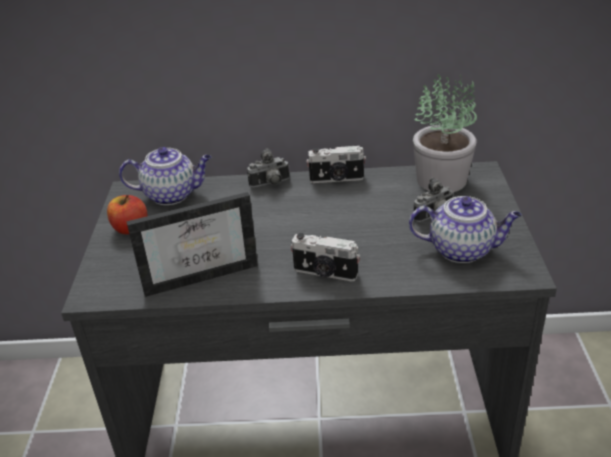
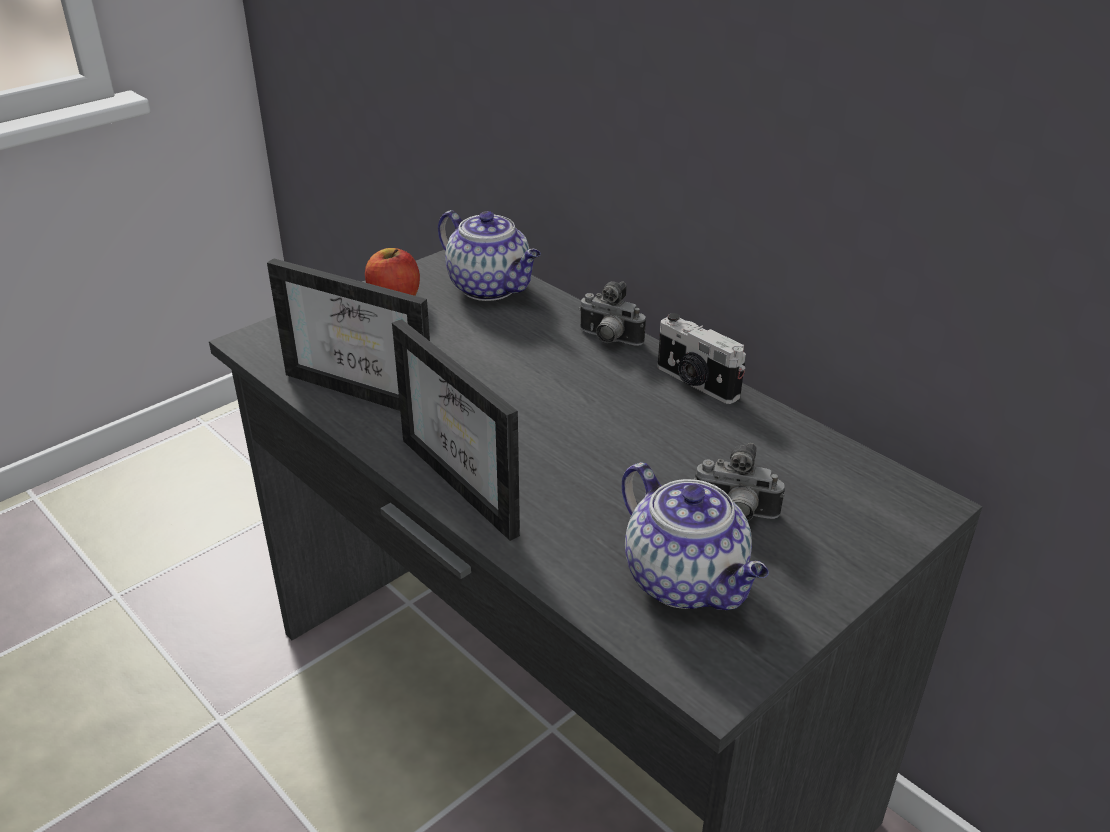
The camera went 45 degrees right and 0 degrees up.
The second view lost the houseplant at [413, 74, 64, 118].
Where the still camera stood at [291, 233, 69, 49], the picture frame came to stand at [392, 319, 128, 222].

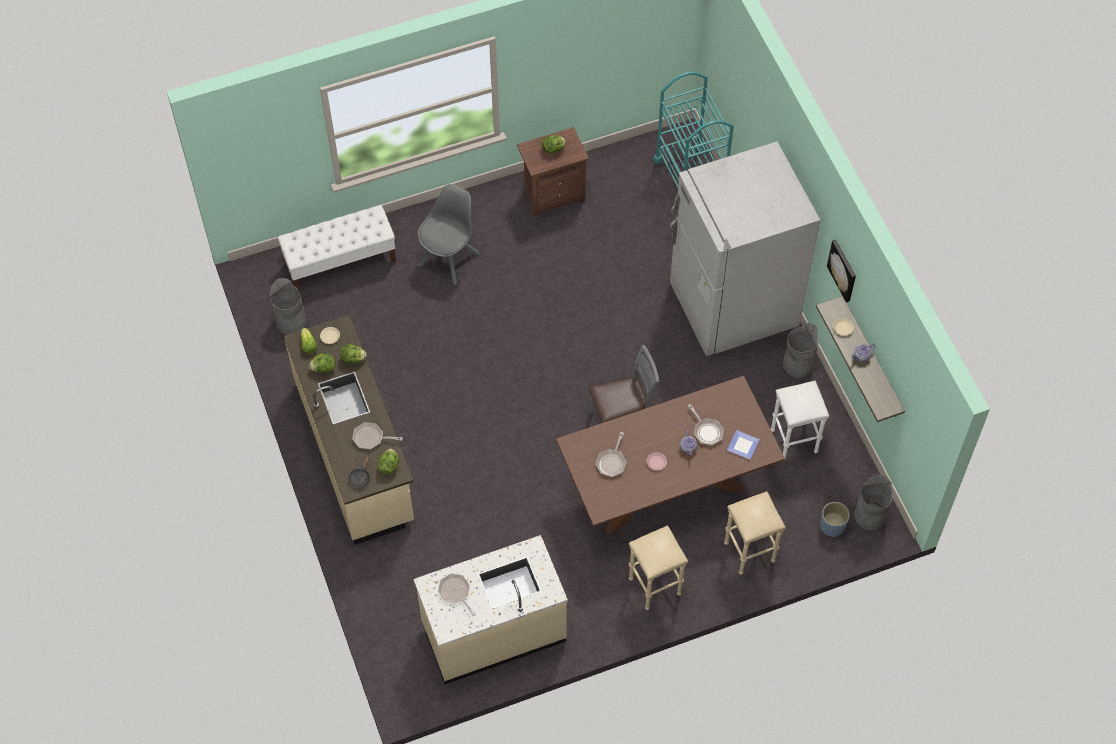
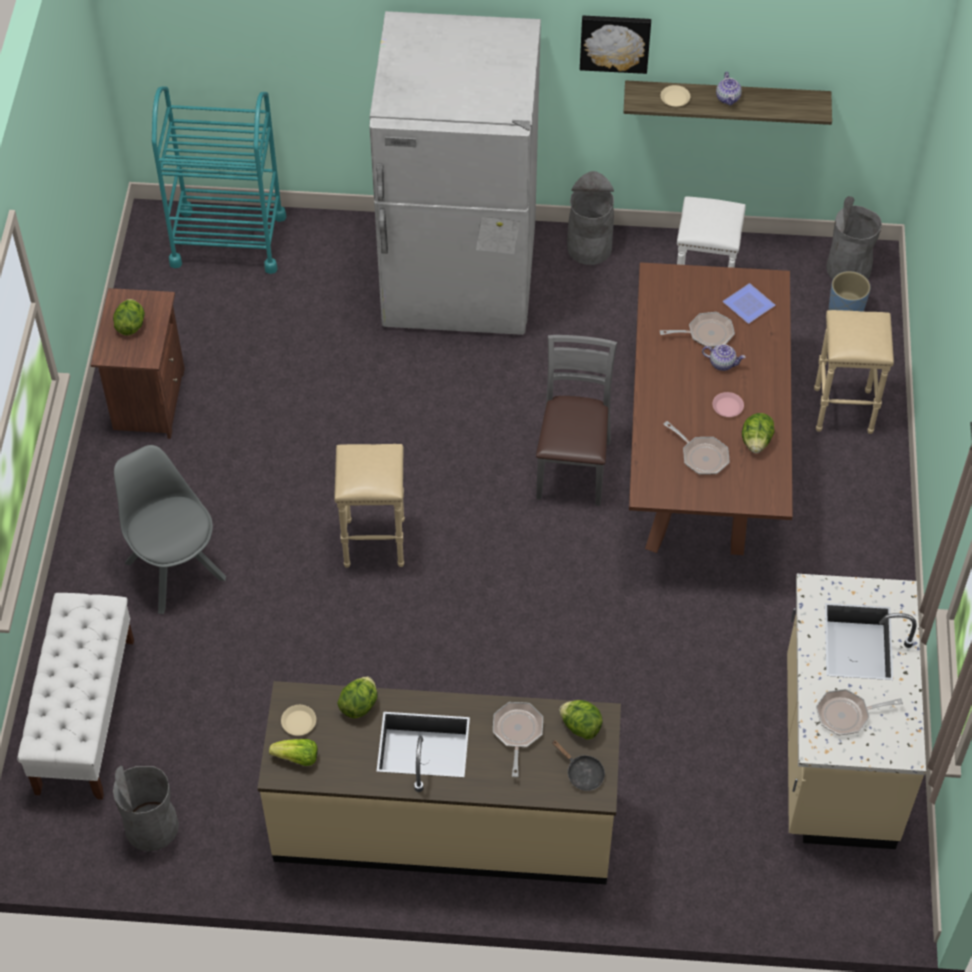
The camera went 65 degrees left and 5 degrees down.
The head of lettuce ended up elsewhere, having gone from [309, 353, 27, 19] to [742, 413, 33, 40].
The beige sitting stool ended up elsewhere, having gone from [629, 526, 59, 84] to [334, 444, 71, 124].
The pan at [352, 422, 51, 27] ended up facing another way, 150 degrees clockwise from before.

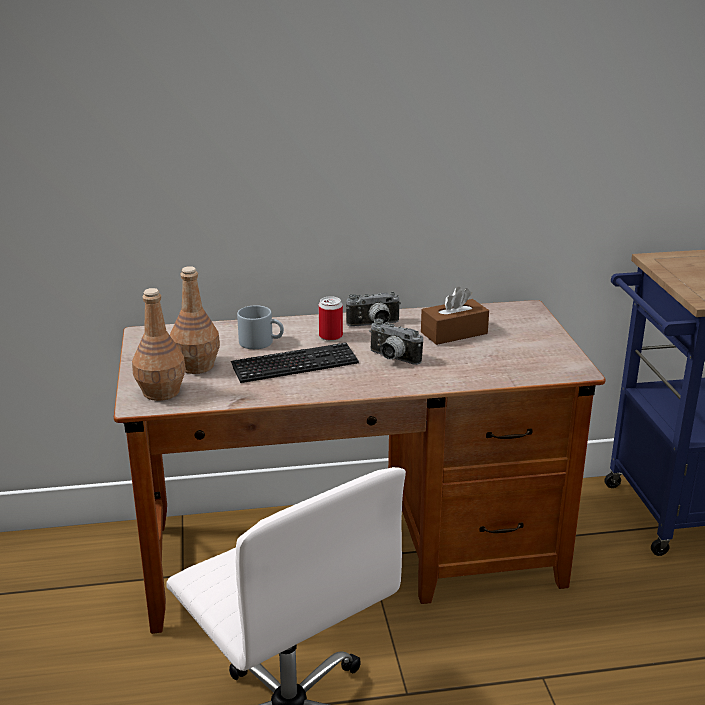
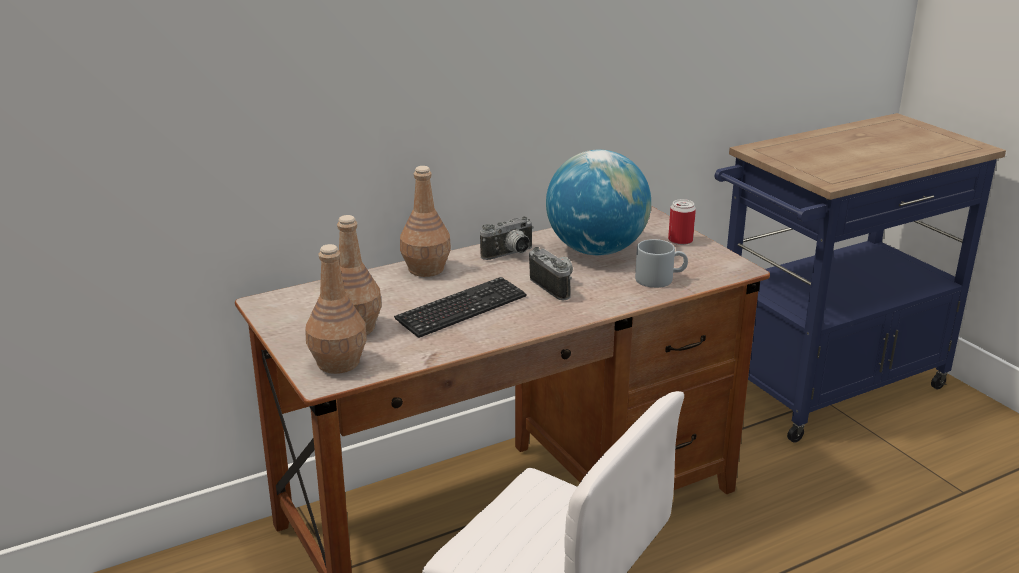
The camera went 20 degrees left and 0 degrees up.
The second view gained the brown-coloured drink bottle at [400, 166, 51, 111].
The greyish tea mug ended up elsewhere, having gone from [237, 305, 47, 44] to [635, 239, 53, 49].
The can ended up elsewhere, having gone from [318, 296, 25, 45] to [668, 199, 28, 46].
Where the brown-coloured tissue holder stood at [421, 287, 68, 58], the desk globe came to stand at [546, 150, 105, 105].
The still camera at [369, 319, 54, 46] ended up facing another way, 135 degrees counterclockwise from before.

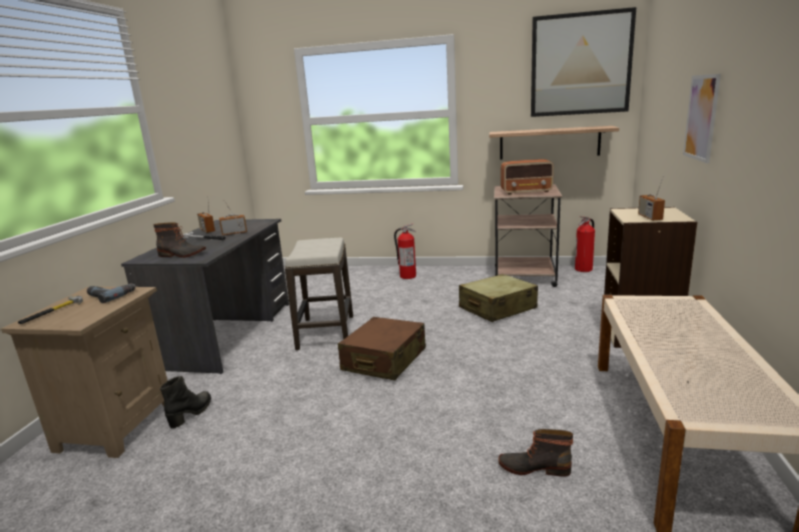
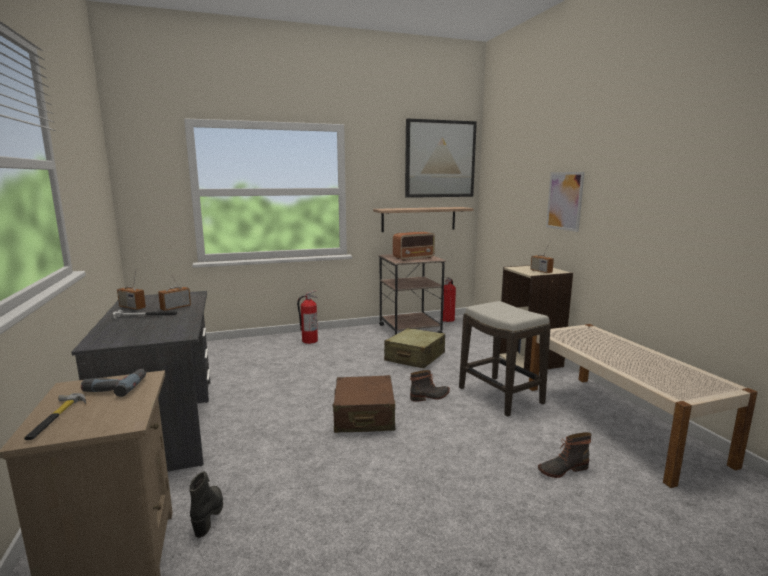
The camera went 30 degrees left and 5 degrees down.
The boot ended up elsewhere, having gone from [153, 222, 53, 36] to [410, 370, 40, 32].
The sitting stool ended up elsewhere, having gone from [285, 238, 68, 112] to [459, 301, 92, 116].

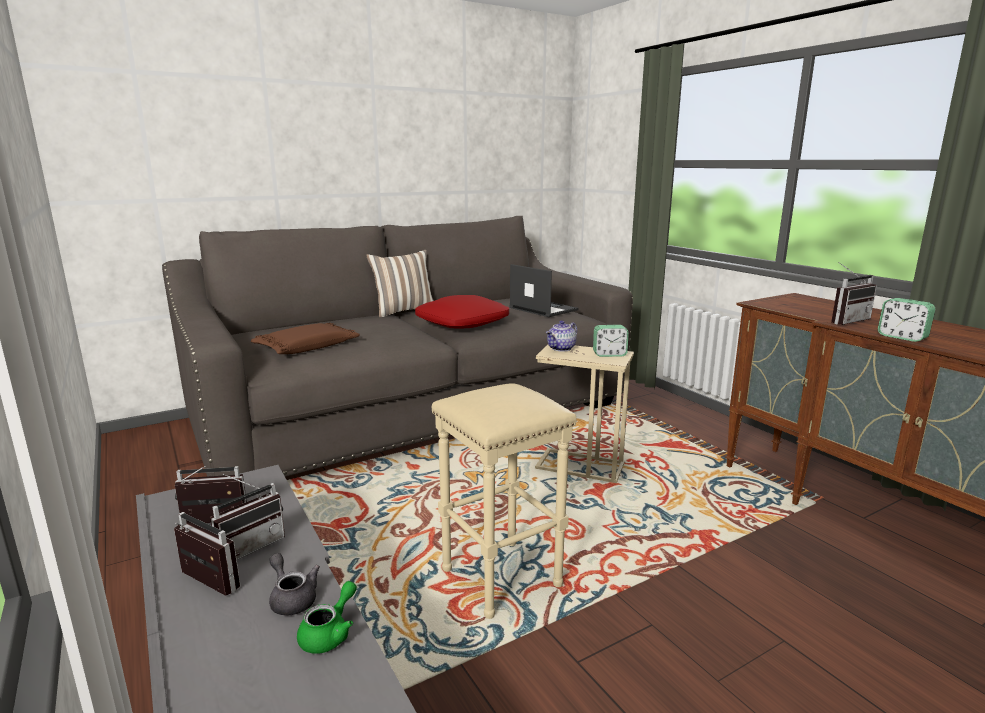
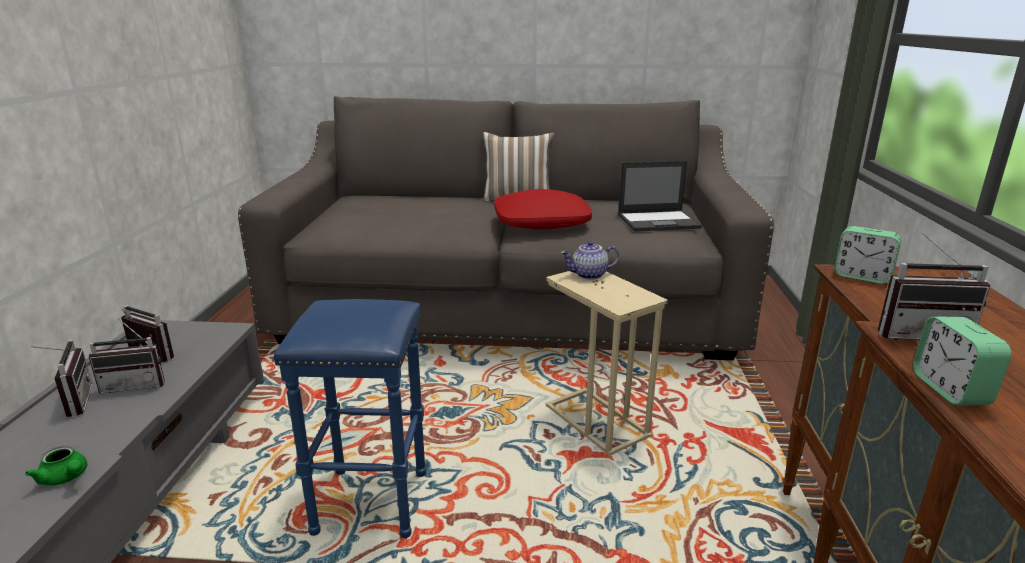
The camera went 35 degrees right and 5 degrees up.
The second view lost the brown-coloured throw pillow at [251, 323, 109, 31].
The second view lost the greyish tea pot at [269, 553, 51, 63].
The table clock ended up elsewhere, having gone from [593, 325, 36, 32] to [834, 226, 68, 58].
What was the beige sitting stool at [432, 383, 145, 236] turned into the bluish sitting stool at [274, 299, 152, 239].
The greenish tea pot at [297, 581, 60, 73] ended up facing another way, 60 degrees clockwise from before.
The notebook computer at [509, 264, 69, 53] ended up facing another way, 90 degrees clockwise from before.

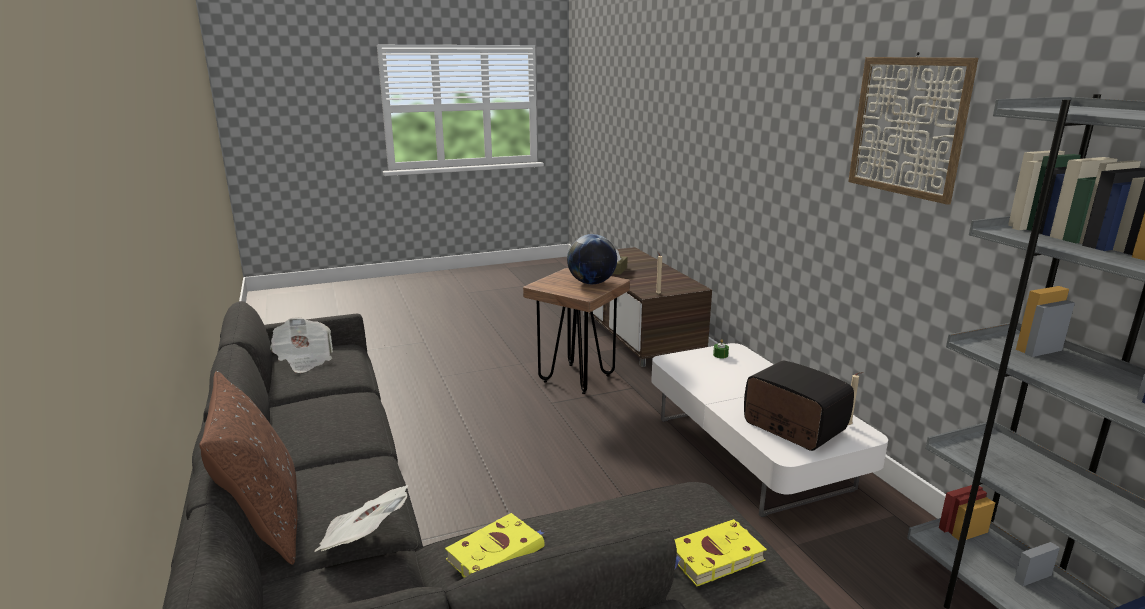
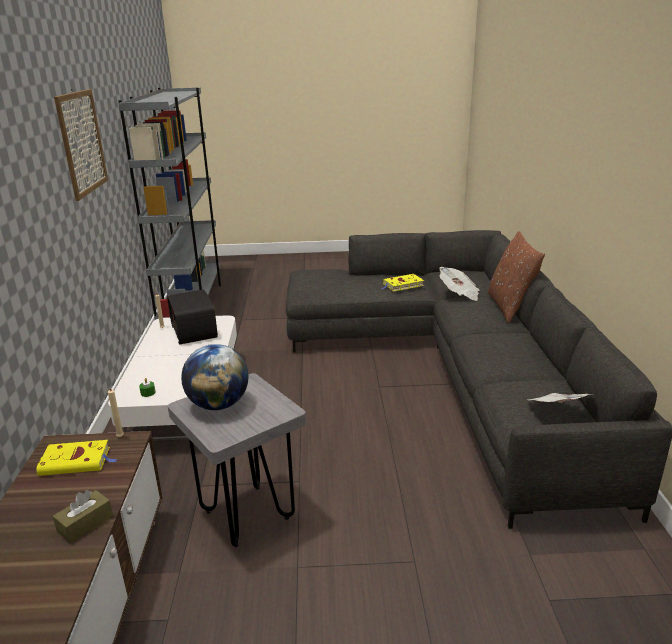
The camera went 160 degrees left and 5 degrees up.
The yellowish bound book ended up elsewhere, having gone from [674, 519, 93, 67] to [36, 440, 81, 36].
What was the brown-coloured sitting stool at [523, 268, 107, 126] turned into the greyish sitting stool at [168, 373, 138, 174].

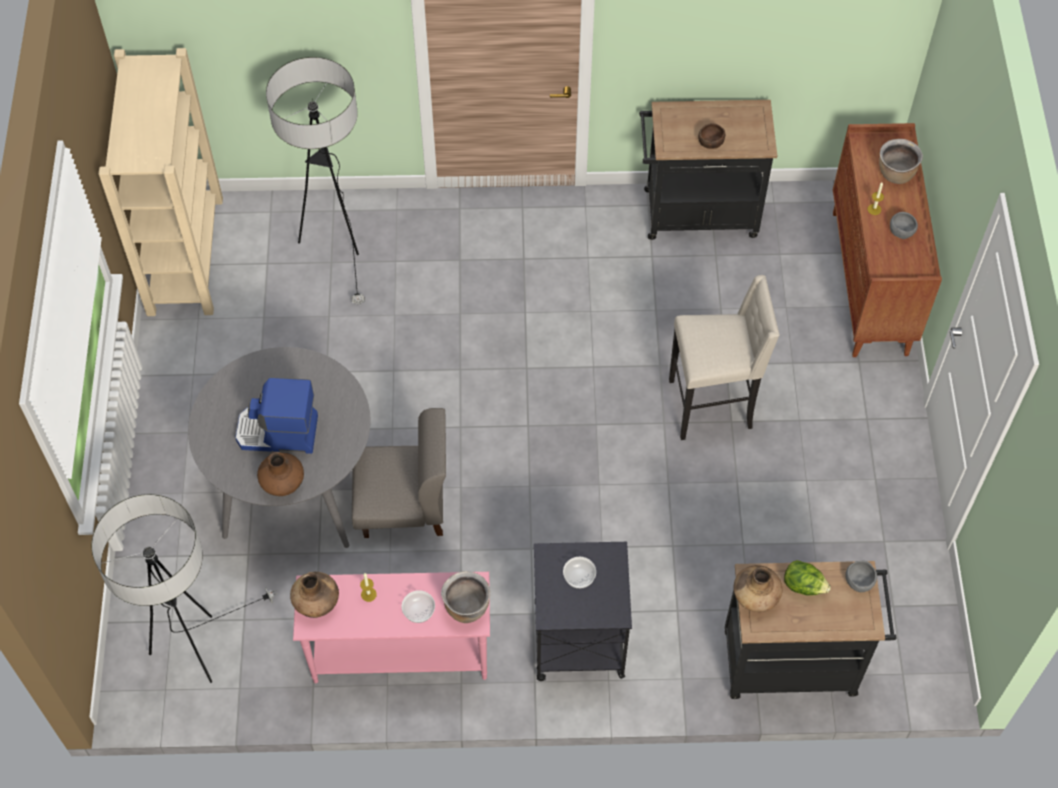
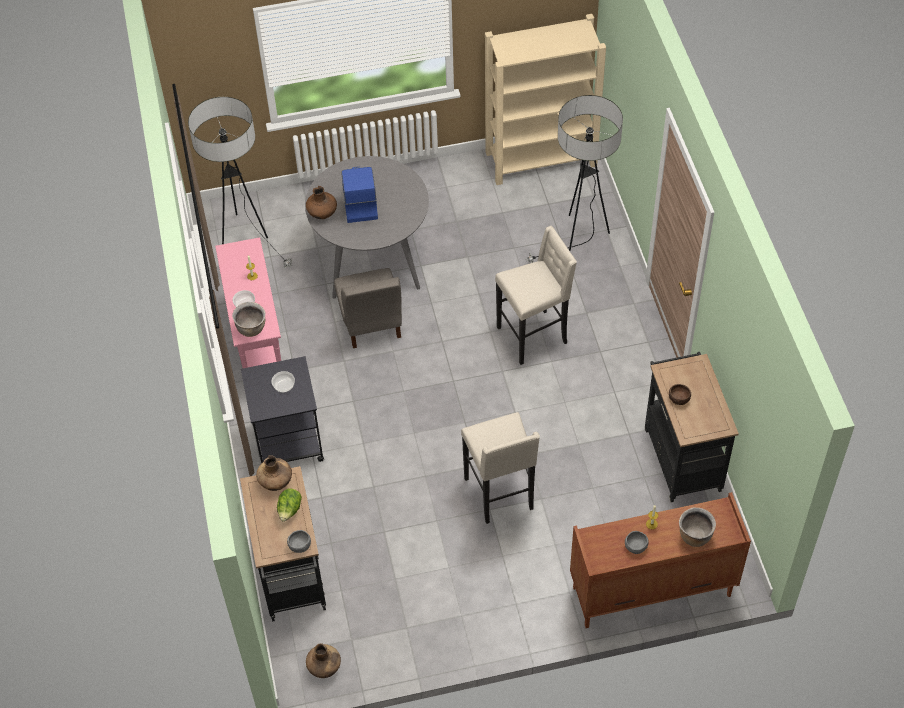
The camera went 80 degrees right and 5 degrees down.
The second view gained the beige sitting stool at [495, 226, 82, 139].
The brown-coloured decorative vase ended up elsewhere, having gone from [290, 572, 49, 46] to [306, 643, 35, 35].

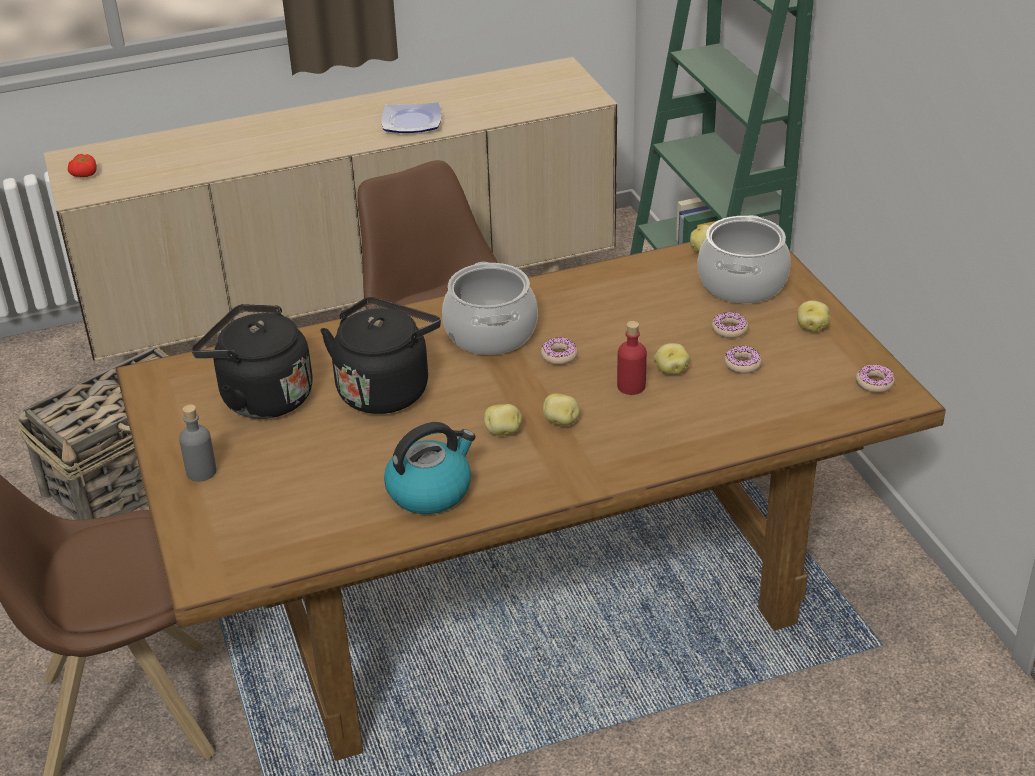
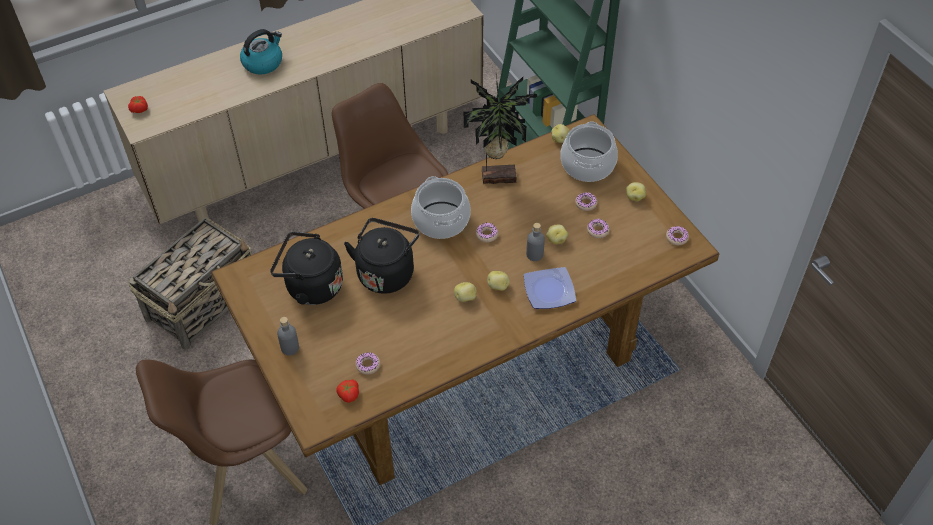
The camera went 10 degrees left and 15 degrees up.
The second view gained the whole tomato at [336, 380, 23, 23].
The second view gained the ring doughnut at [355, 352, 25, 23].
The second view gained the houseplant at [464, 74, 73, 110].
The plate ended up elsewhere, having gone from [382, 102, 59, 31] to [524, 267, 52, 42].
The tea kettle ended up elsewhere, having gone from [384, 422, 91, 92] to [240, 29, 42, 46].
What was the reddish drink bottle at [617, 321, 30, 74] turned into the greyish drink bottle at [526, 223, 19, 38].

